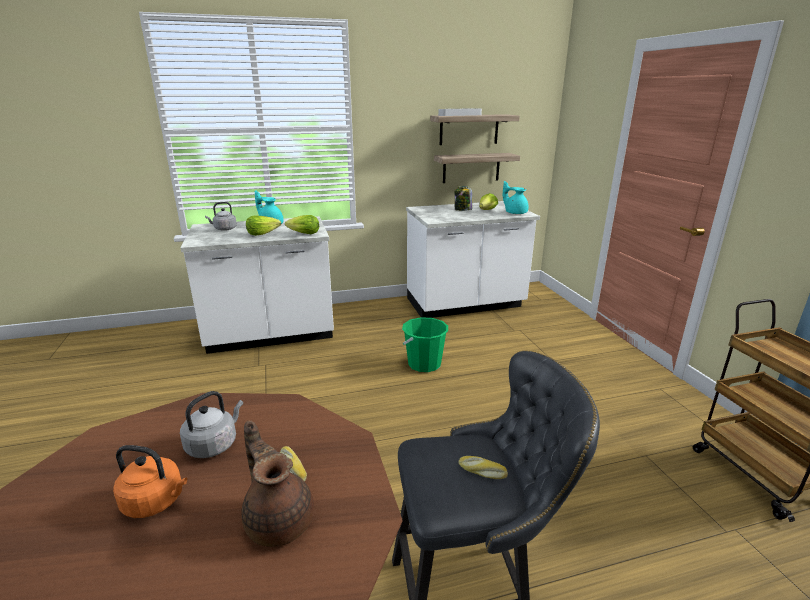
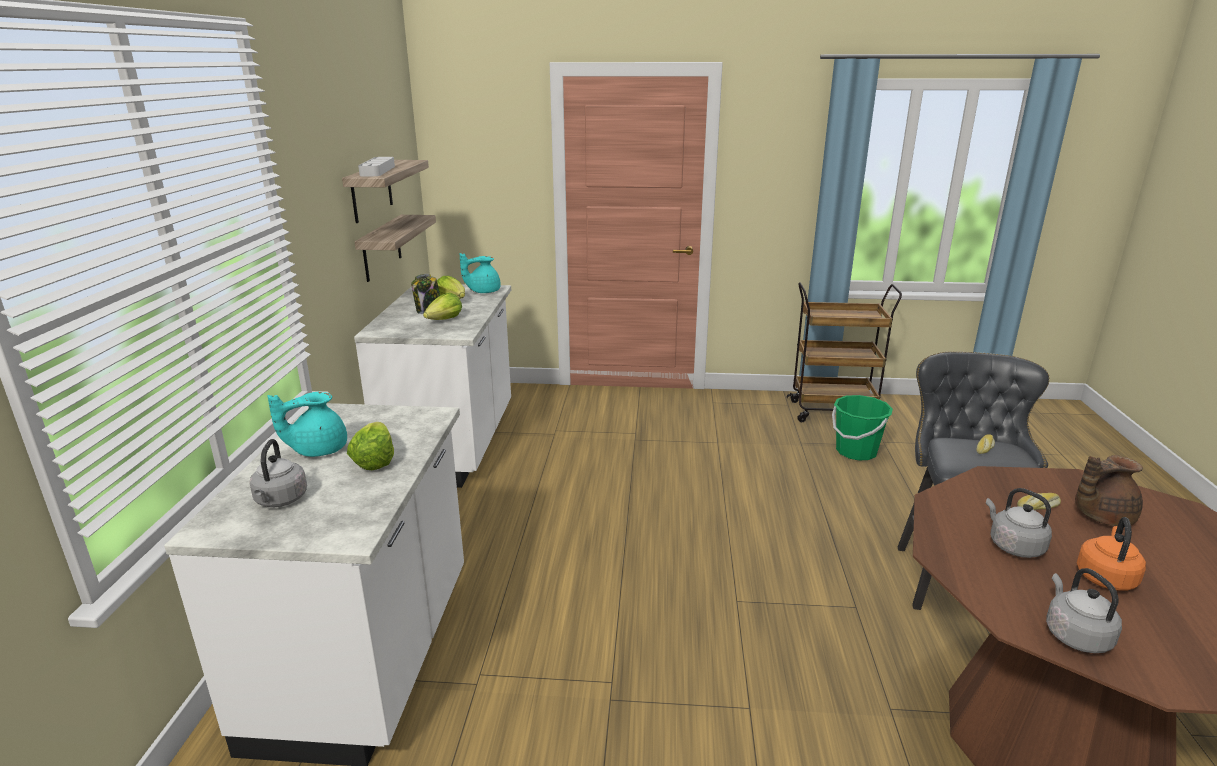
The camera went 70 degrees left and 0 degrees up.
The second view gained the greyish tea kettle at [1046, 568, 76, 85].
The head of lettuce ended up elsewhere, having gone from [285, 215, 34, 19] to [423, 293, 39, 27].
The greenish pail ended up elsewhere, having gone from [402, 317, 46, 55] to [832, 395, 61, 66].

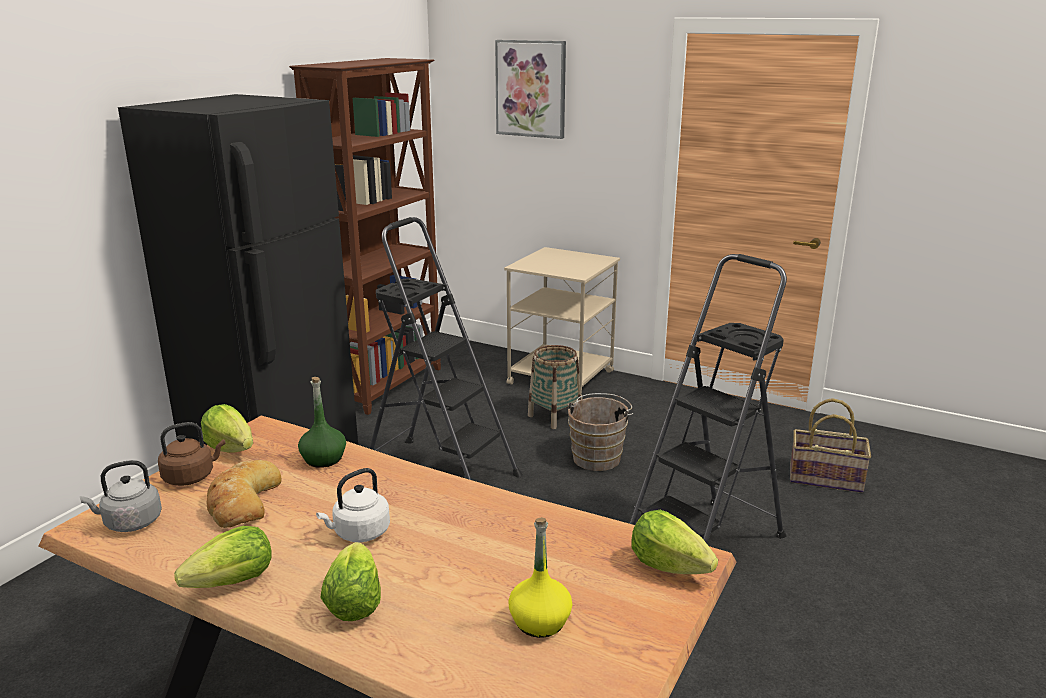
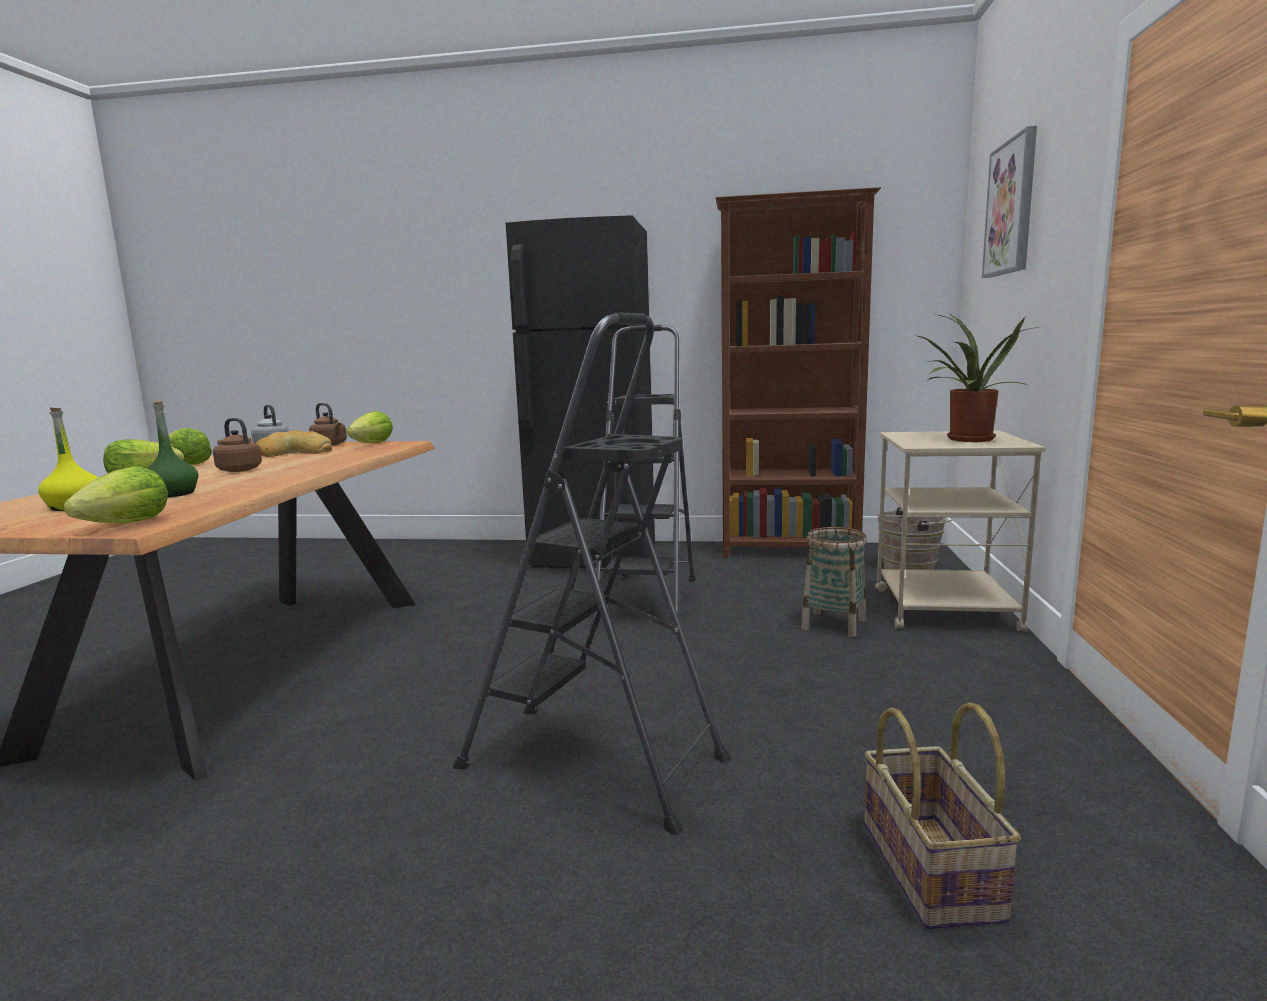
The camera went 70 degrees right and 10 degrees down.
The second view gained the houseplant at [913, 314, 125, 128].
The greenish drink bottle ended up elsewhere, having gone from [298, 377, 48, 91] to [147, 401, 51, 96].
The brown-coloured pail ended up elsewhere, having gone from [568, 393, 65, 78] to [878, 507, 76, 63].
What was the white tea kettle at [316, 468, 74, 74] turned into the brown-coloured tea kettle at [213, 418, 49, 54].

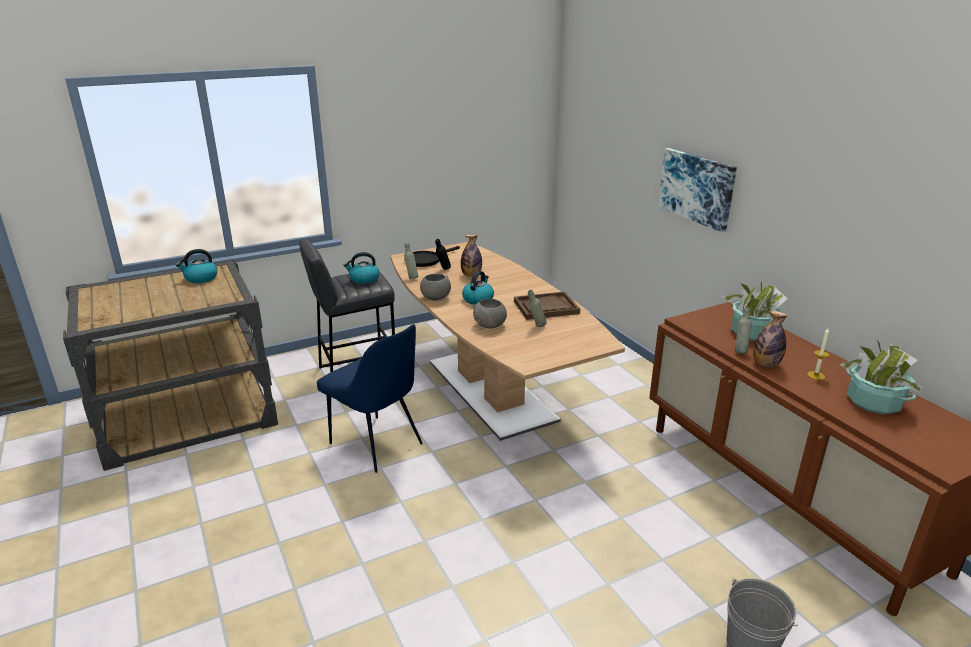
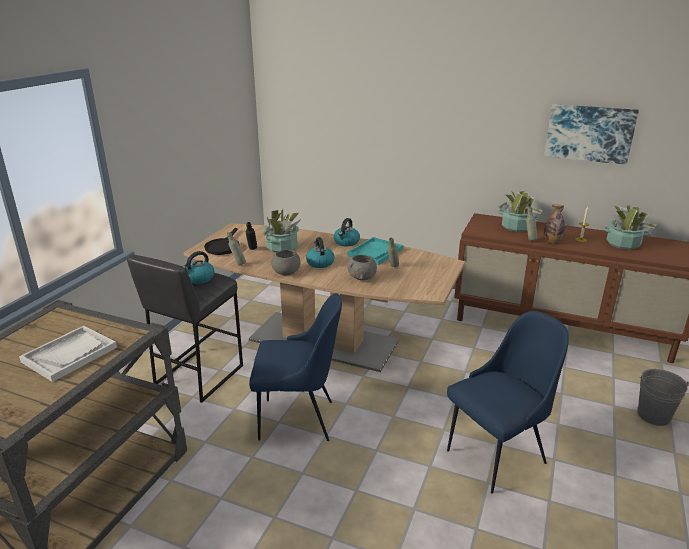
The camera went 40 degrees left and 0 degrees up.
The second view gained the white carrying tray at [19, 326, 98, 56].
The second view gained the bluish upright chair at [447, 311, 122, 183].
The tea kettle ended up elsewhere, having gone from [176, 249, 41, 34] to [334, 218, 26, 28].
The wall art ended up elsewhere, having gone from [658, 148, 79, 84] to [544, 104, 95, 61].
Where the drink bottle stood at [461, 234, 21, 43], the houseplant came to stand at [263, 209, 38, 44].
What was the brown-coloured carrying tray at [514, 291, 66, 29] turned into the blue-green carrying tray at [347, 237, 56, 28].

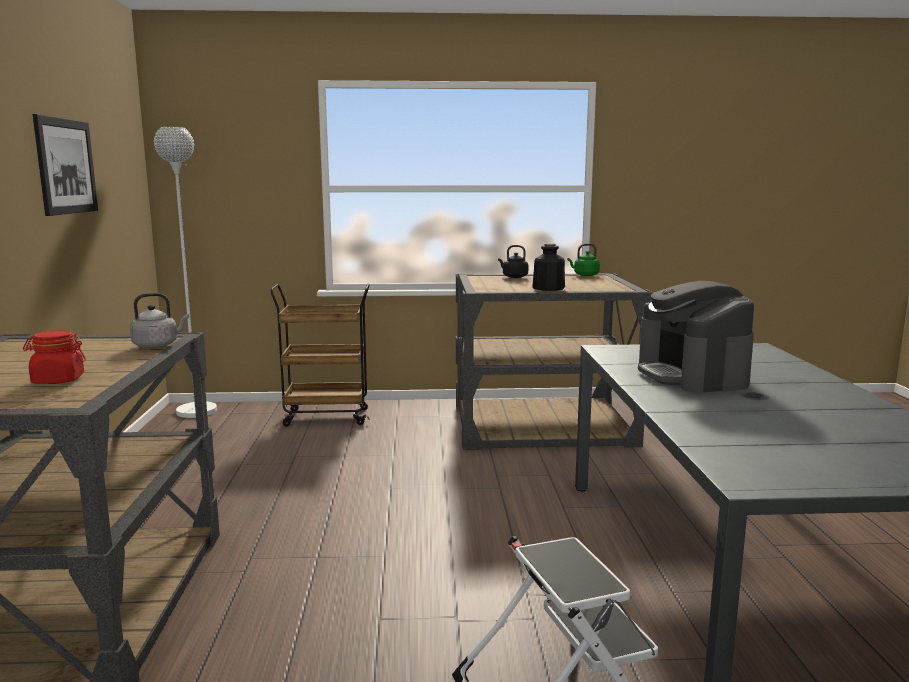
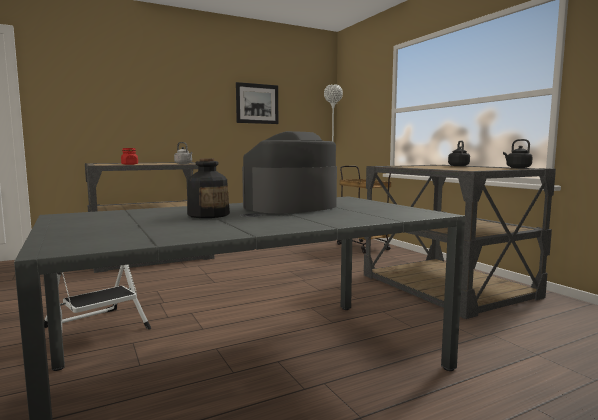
The camera went 65 degrees right and 5 degrees down.
The drink bottle ended up elsewhere, having gone from [532, 243, 33, 48] to [187, 159, 43, 59].
What was the greenish tea kettle at [567, 244, 33, 32] turned into the black tea kettle at [503, 139, 30, 29].

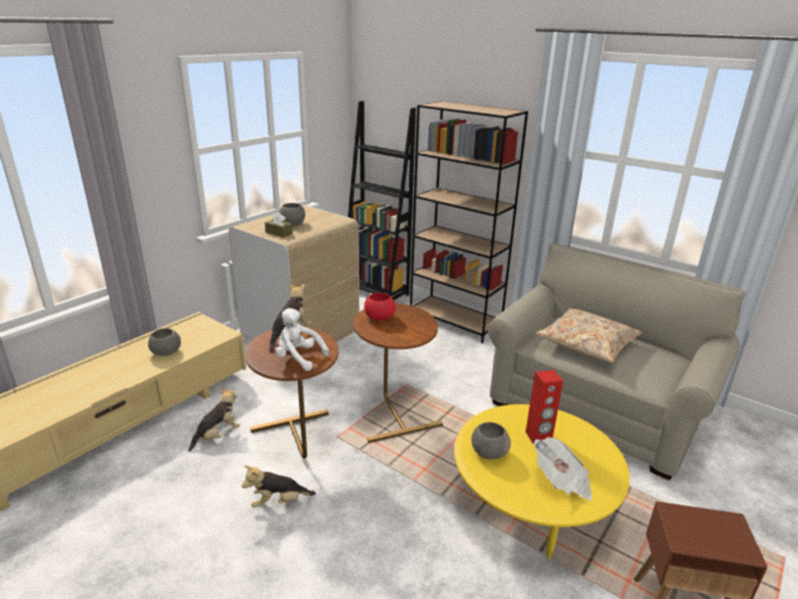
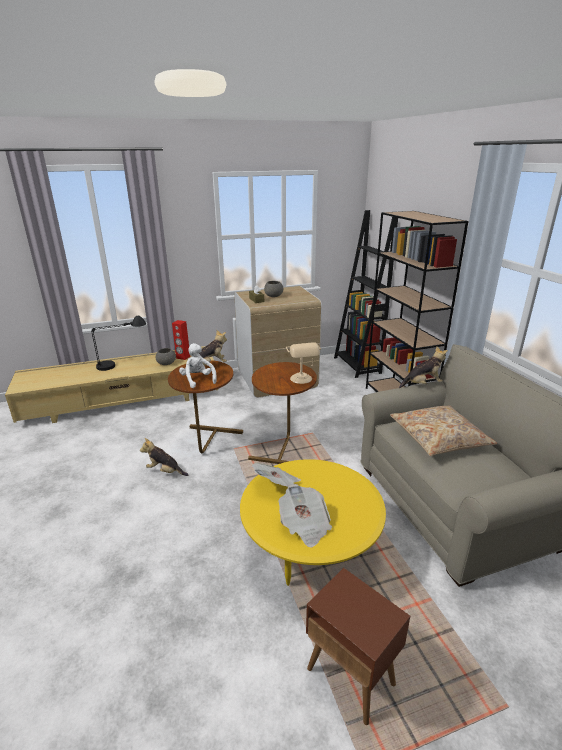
The camera went 35 degrees right and 0 degrees up.
The second view lost the reddish serving bowl at [364, 293, 32, 28].
The second view gained the black tabletop lamp at [91, 316, 55, 55].
The second view gained the beige tabletop lamp at [286, 342, 35, 42].
The soft toy ended up elsewhere, having gone from [188, 387, 52, 65] to [399, 346, 49, 42].
The reddish loudspeaker ended up elsewhere, having gone from [526, 370, 37, 74] to [172, 320, 18, 40].
Where the greyish serving bowl stood at [471, 422, 40, 37], the newspaper came to stand at [252, 463, 49, 24].

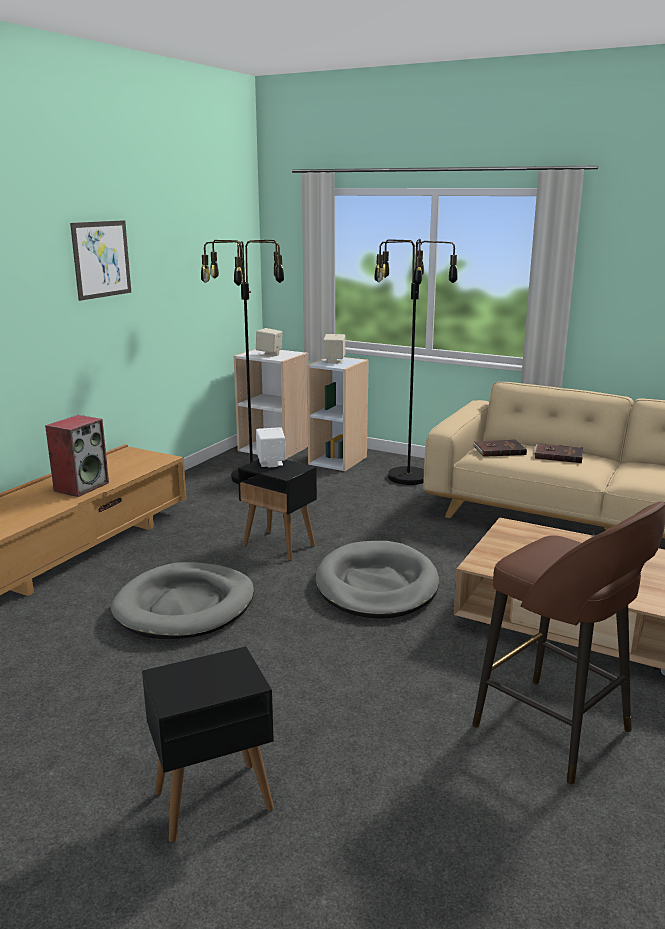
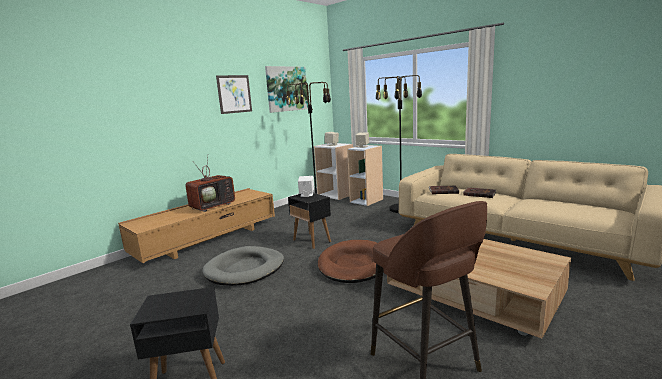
The camera went 15 degrees right and 5 degrees down.
The second view gained the wall art at [265, 66, 43, 47].
Where the loudspeaker stood at [45, 415, 64, 82], the TV set came to stand at [185, 158, 50, 54].
What was the greyish dog bed at [316, 541, 123, 78] turned into the brown-coloured dog bed at [318, 240, 66, 43].

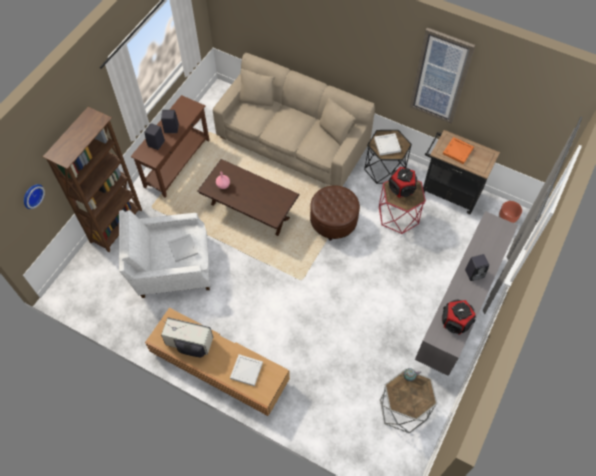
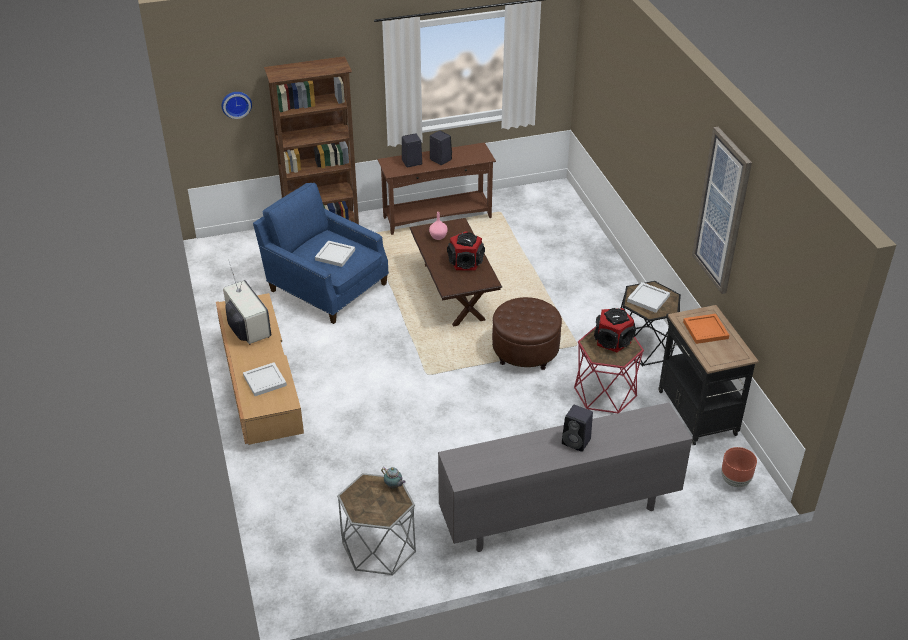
The camera went 45 degrees right and 20 degrees down.
The second view lost the beige sofa at [213, 53, 162, 134].
The loudspeaker ended up elsewhere, having gone from [442, 299, 34, 36] to [447, 231, 38, 39].
What was the white lounge chair at [119, 210, 91, 88] turned into the bluish lounge chair at [253, 183, 136, 141].

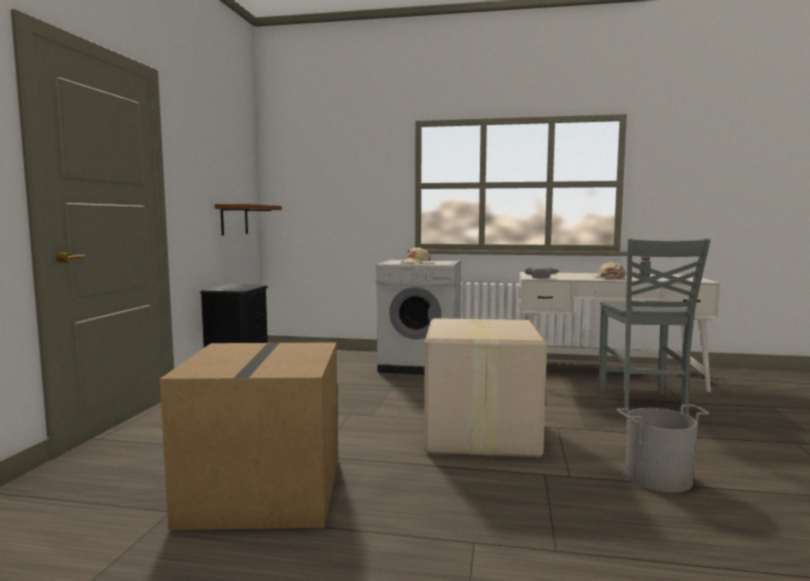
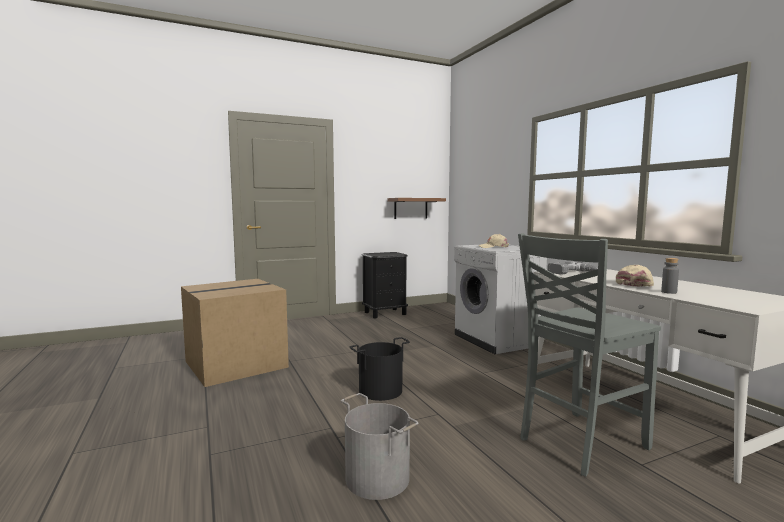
The camera went 55 degrees right and 0 degrees up.
Where the cardboard box stood at [424, 318, 123, 139], the black pail came to stand at [350, 337, 60, 64].

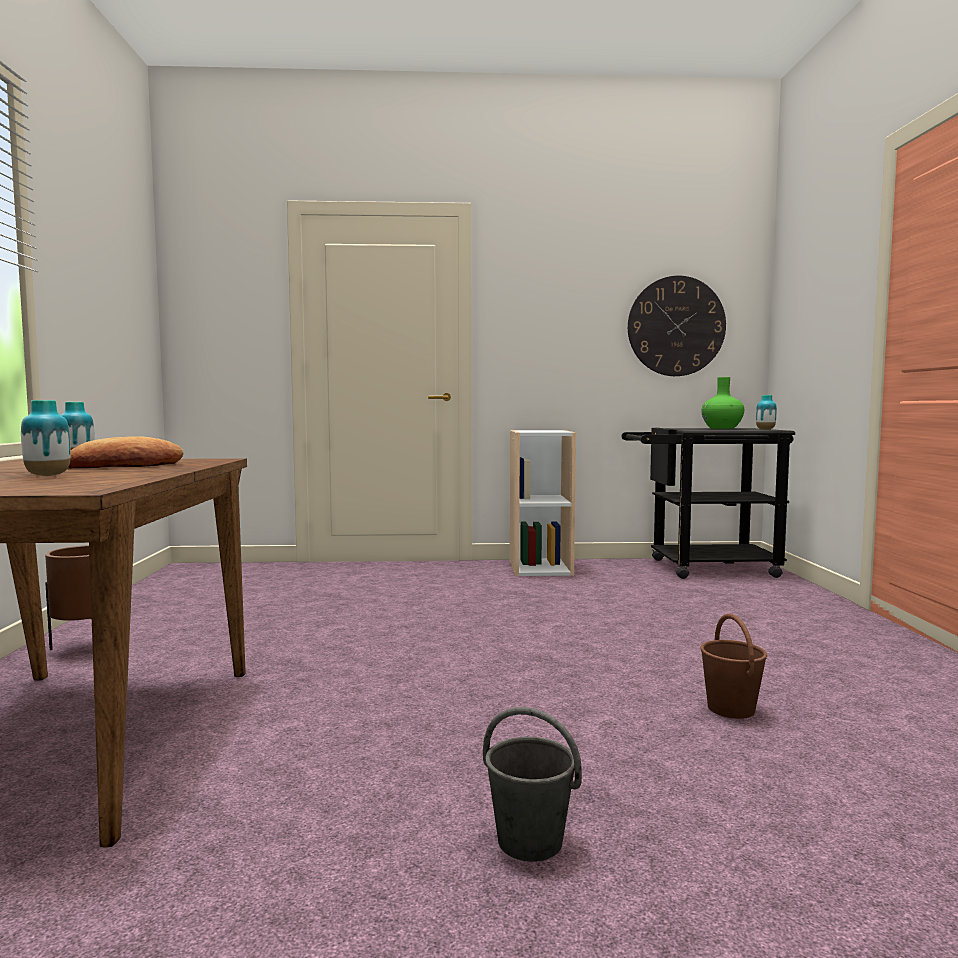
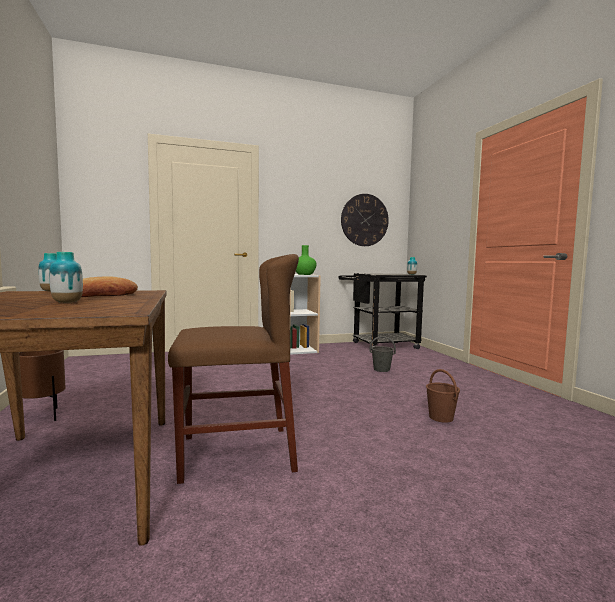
The camera went 15 degrees left and 0 degrees up.
The second view gained the brown-coloured upright chair at [168, 254, 131, 230].
The greyish pail ended up elsewhere, having gone from [483, 707, 99, 155] to [369, 336, 27, 36].
The greenish decorative vase ended up elsewhere, having gone from [701, 377, 43, 52] to [296, 245, 21, 30].

